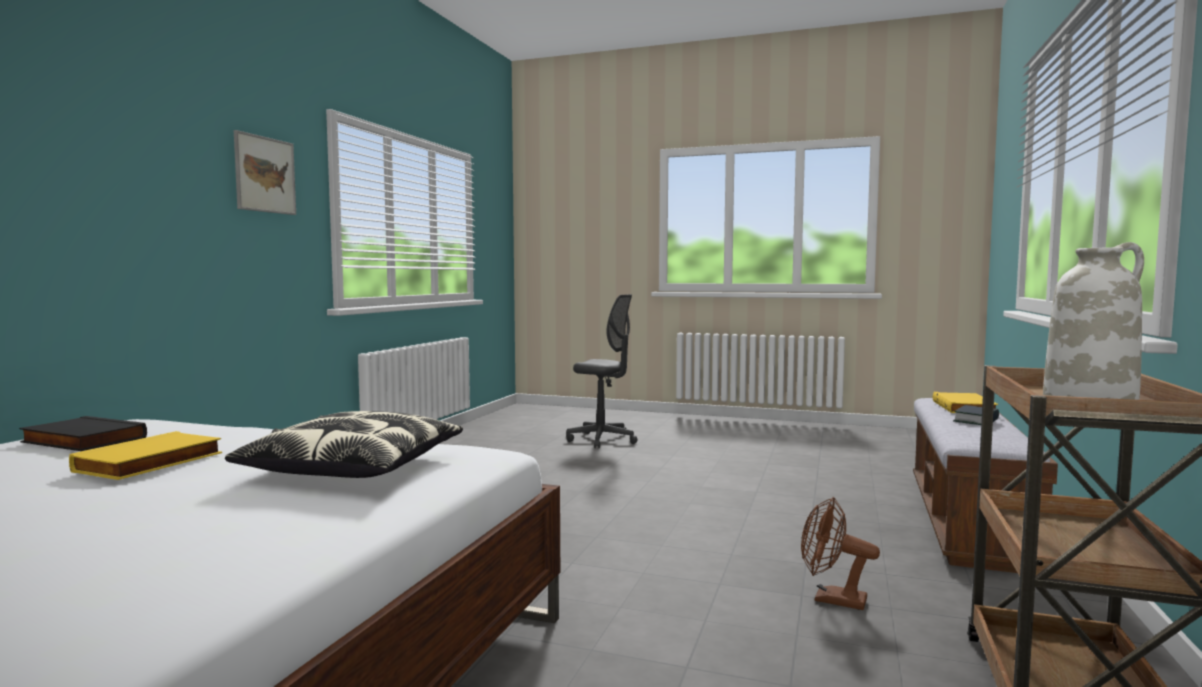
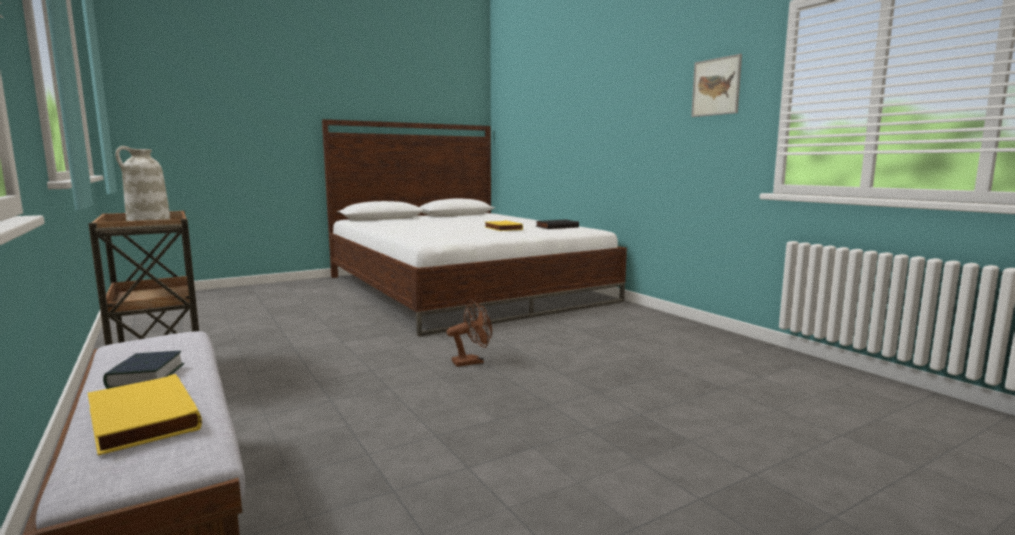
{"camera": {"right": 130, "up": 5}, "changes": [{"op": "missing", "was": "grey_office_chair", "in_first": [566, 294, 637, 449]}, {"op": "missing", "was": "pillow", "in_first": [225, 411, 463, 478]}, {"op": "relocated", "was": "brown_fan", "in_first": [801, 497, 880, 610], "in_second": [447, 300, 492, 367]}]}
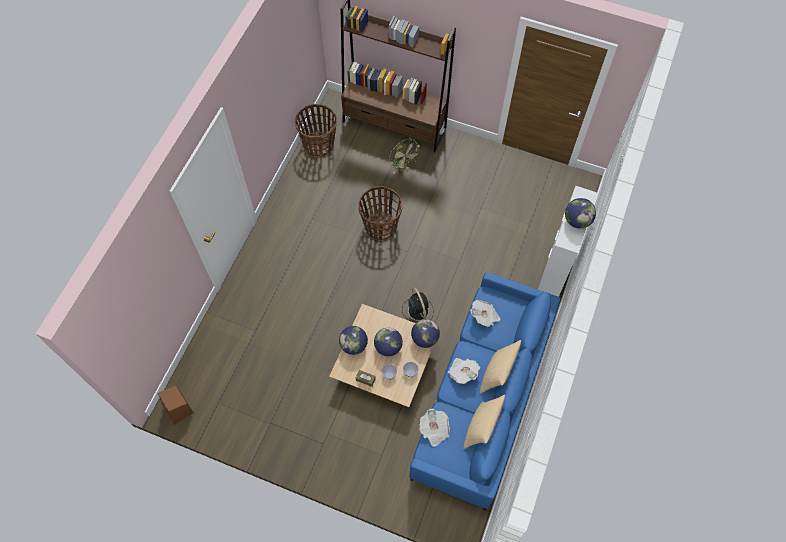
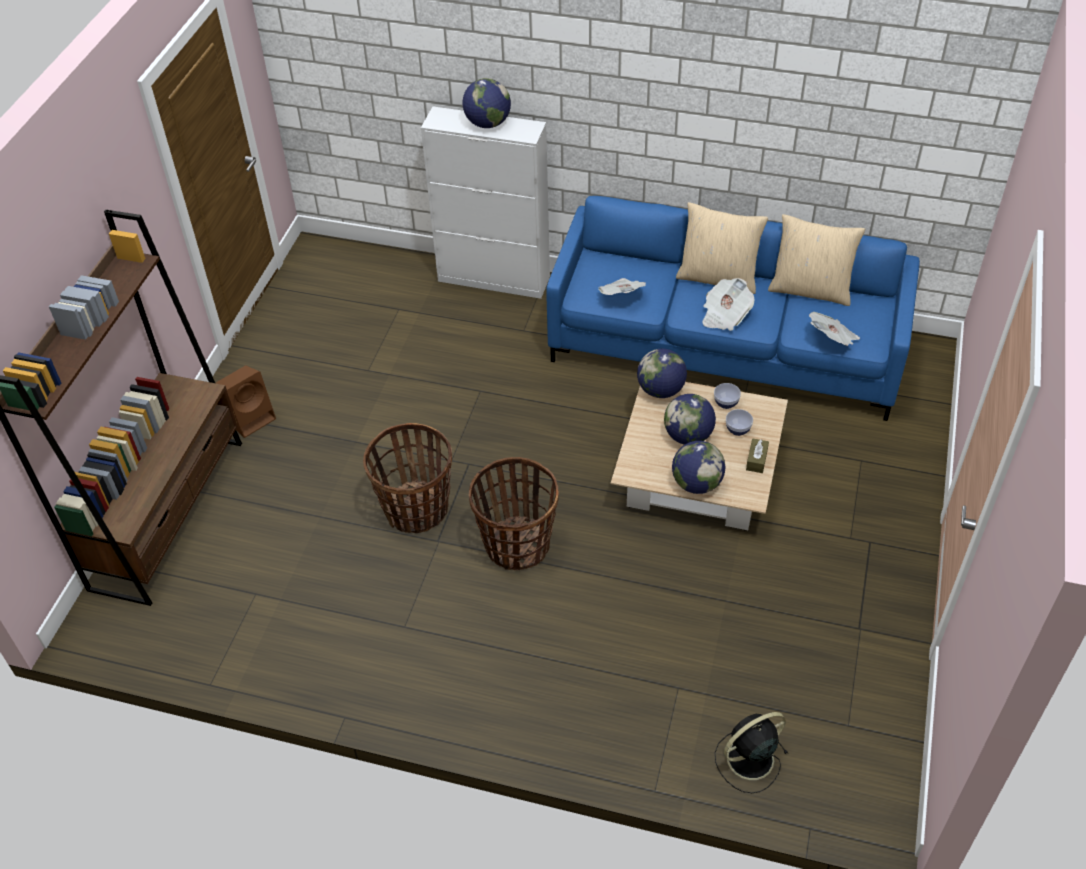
{"camera": {"right": -95, "up": -15}, "changes": [{"op": "relocated", "was": "basket", "in_first": [295, 104, 337, 156], "in_second": [469, 457, 559, 571]}, {"op": "missing", "was": "green_fan", "in_first": [389, 139, 419, 174]}, {"op": "relocated", "was": "black_fan", "in_first": [402, 288, 434, 322], "in_second": [715, 712, 788, 793]}, {"op": "relocated", "was": "brown_speaker", "in_first": [158, 386, 194, 425], "in_second": [216, 365, 276, 438]}]}
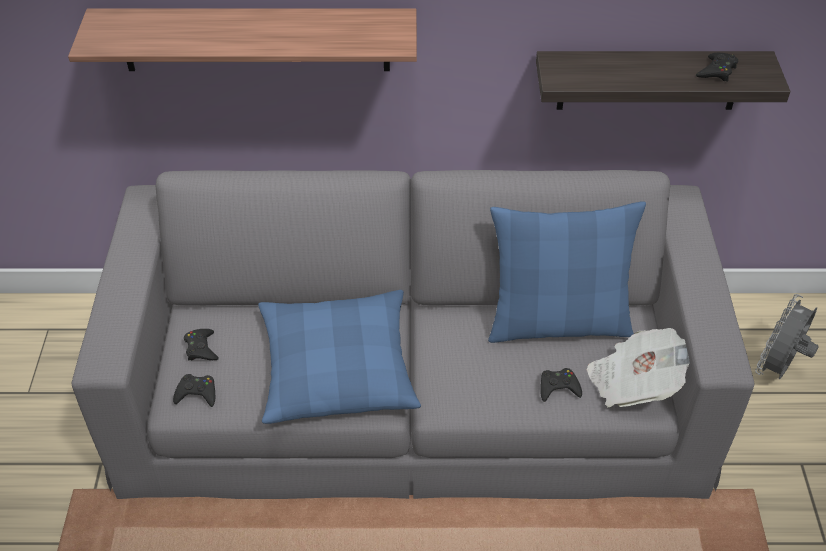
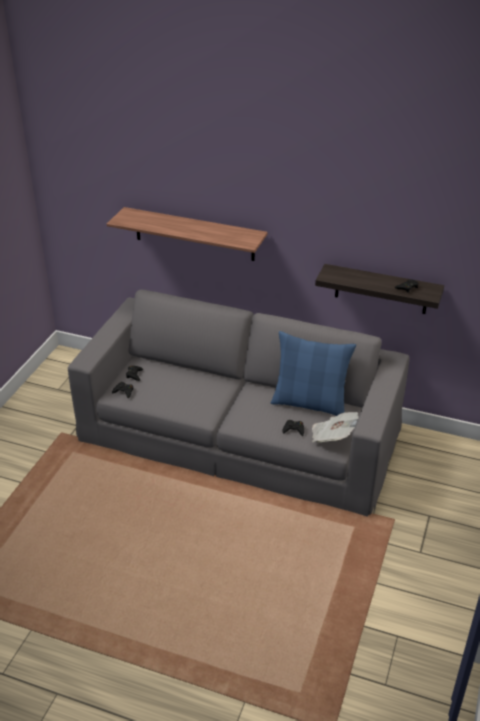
{"camera": {"right": 20, "up": -10}, "changes": [{"op": "missing", "was": "blue_pillow", "in_first": [258, 290, 421, 424]}, {"op": "missing", "was": "grey_fan", "in_first": [755, 294, 819, 379]}]}
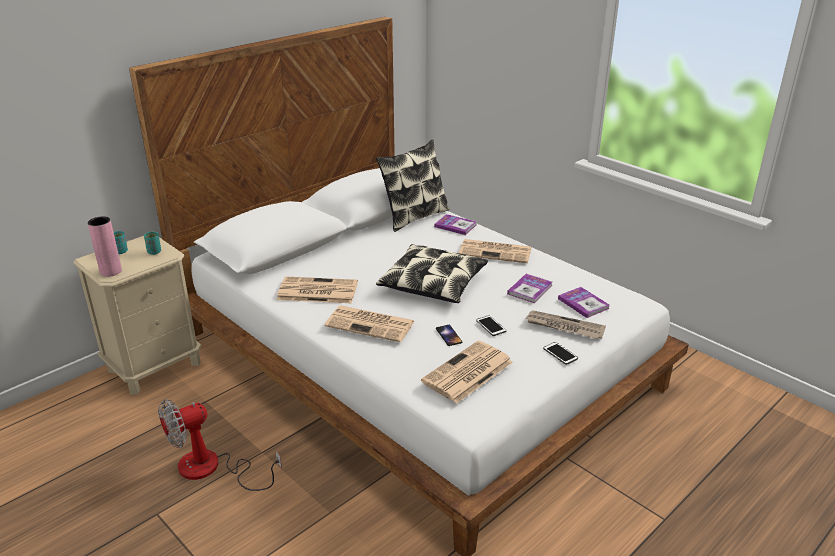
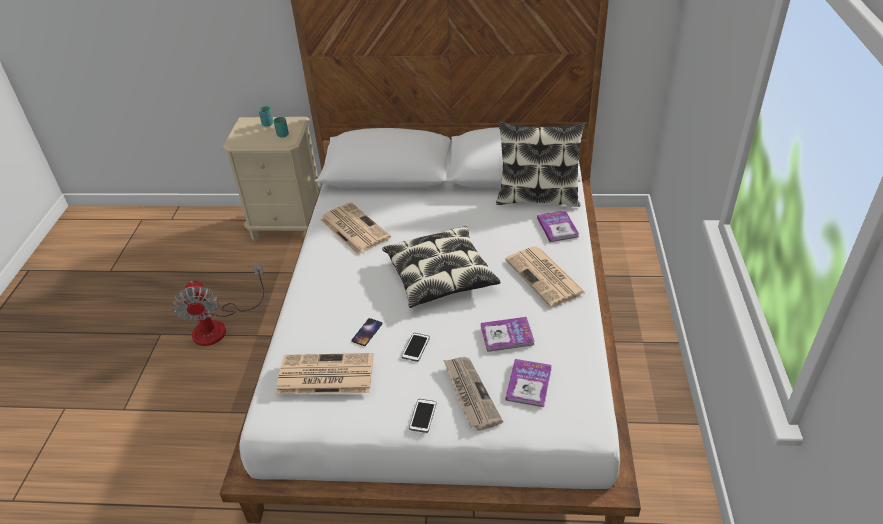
{"camera": {"right": 50, "up": 10}, "changes": [{"op": "missing", "was": "pink_vase", "in_first": [88, 216, 122, 277]}, {"op": "missing", "was": "newspaper", "in_first": [325, 306, 415, 342]}, {"op": "spun", "was": "fan", "in_first": [158, 399, 282, 491], "in_second": [172, 264, 264, 346], "clockwise": -120}]}
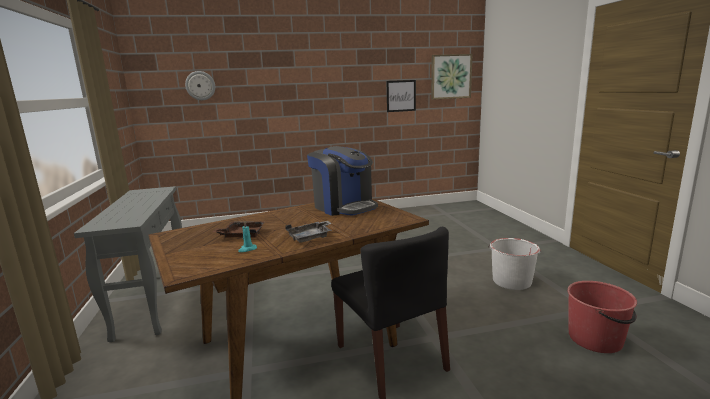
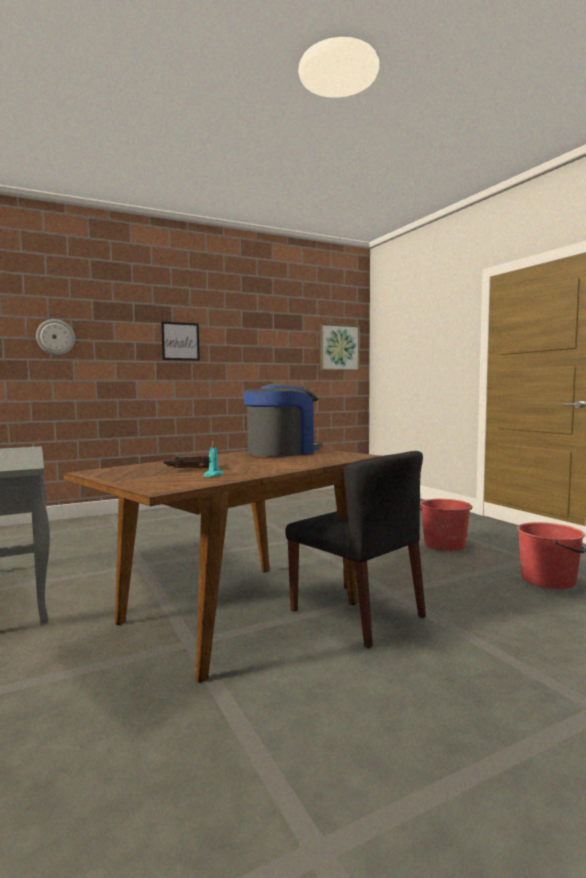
{"camera": {"right": -15, "up": -10}, "changes": [{"op": "relocated", "was": "picture", "in_first": [387, 80, 416, 112], "in_second": [161, 321, 200, 361]}, {"op": "spun", "was": "coffee_machine", "in_first": [307, 146, 378, 216], "in_second": [243, 384, 323, 457], "clockwise": -75}, {"op": "missing", "was": "grey_tray", "in_first": [286, 221, 332, 242]}, {"op": "colour", "was": "white_bucket", "now": "red_bucket", "in_first": [488, 238, 541, 290], "in_second": [420, 499, 473, 551]}]}
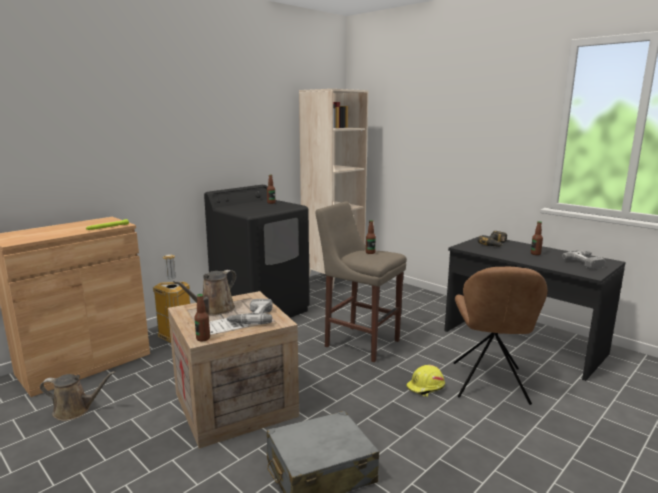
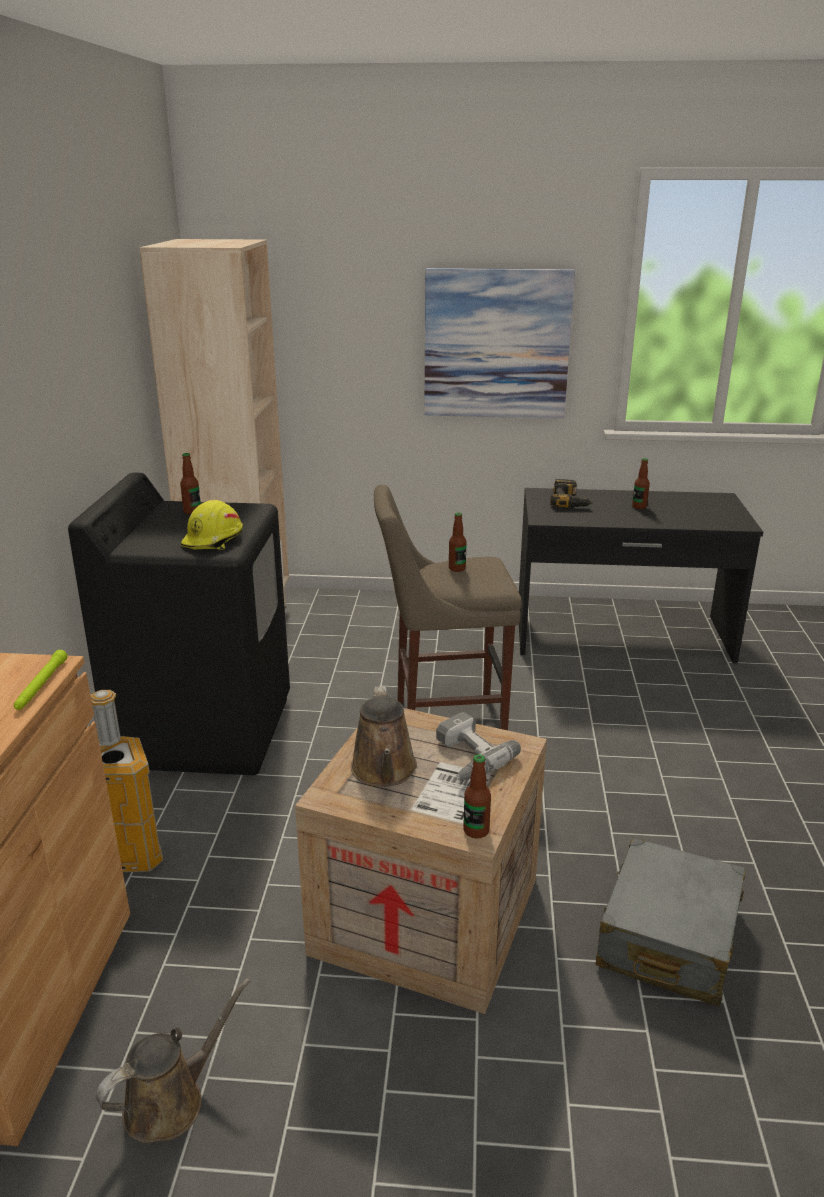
{"camera": {"right": -40, "up": 10}, "changes": [{"op": "missing", "was": "power_drill", "in_first": [562, 251, 605, 270]}, {"op": "missing", "was": "brown_chair", "in_first": [454, 267, 548, 405]}, {"op": "relocated", "was": "yellow_hard_hat", "in_first": [406, 365, 445, 397], "in_second": [181, 500, 243, 550]}, {"op": "appeared", "now": "picture", "in_second": [424, 268, 575, 418]}]}
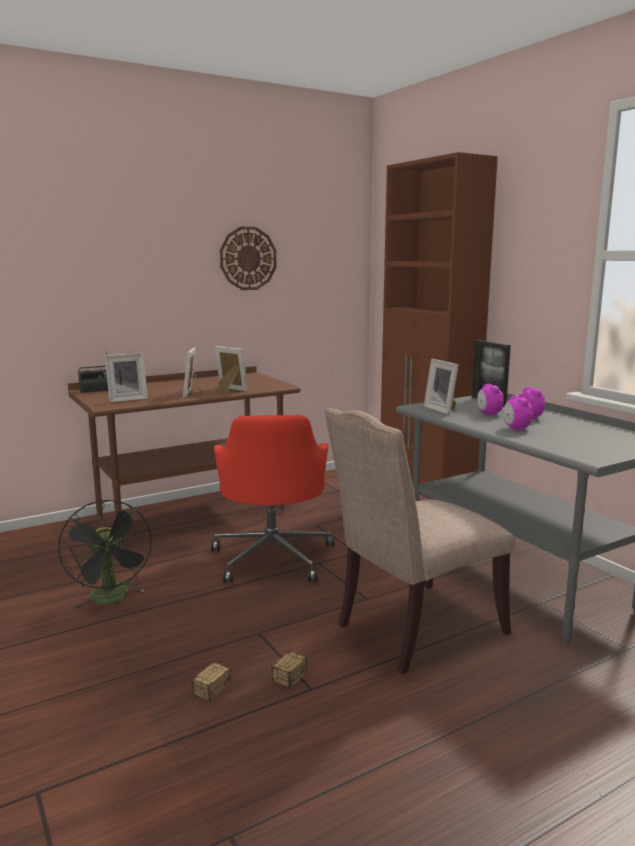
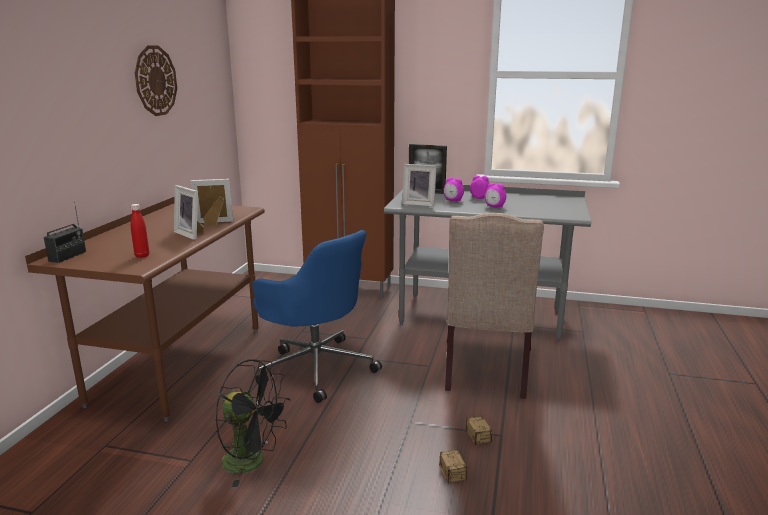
{"camera": {"right": -45, "up": 5}, "changes": [{"op": "exchanged", "was": "picture_frame", "now": "red_bottle", "in_first": [105, 353, 148, 402], "in_second": [131, 204, 149, 258]}, {"op": "colour", "was": "red_office_chair", "now": "blue_office_chair", "in_first": [211, 415, 334, 583], "in_second": [252, 230, 382, 403]}]}
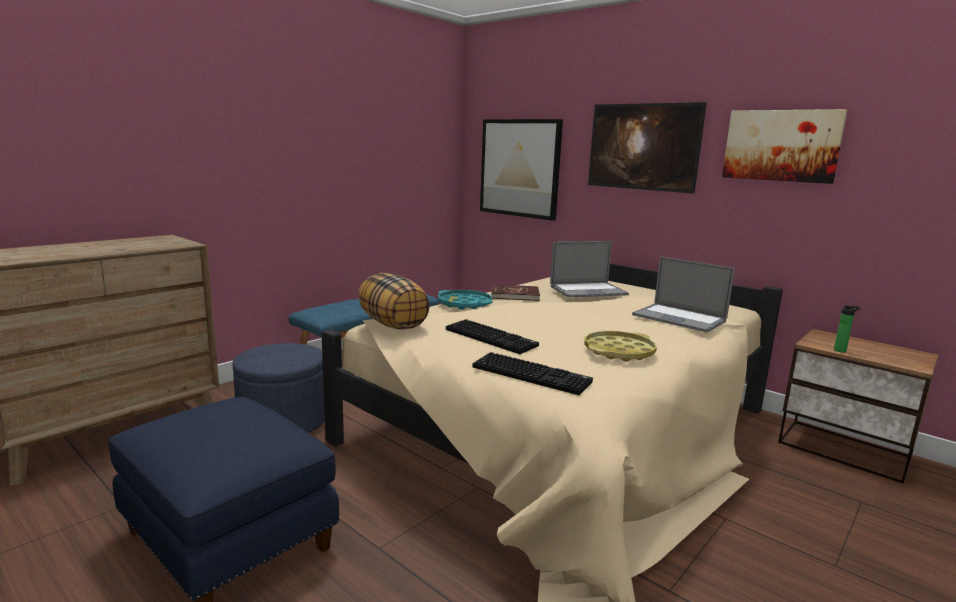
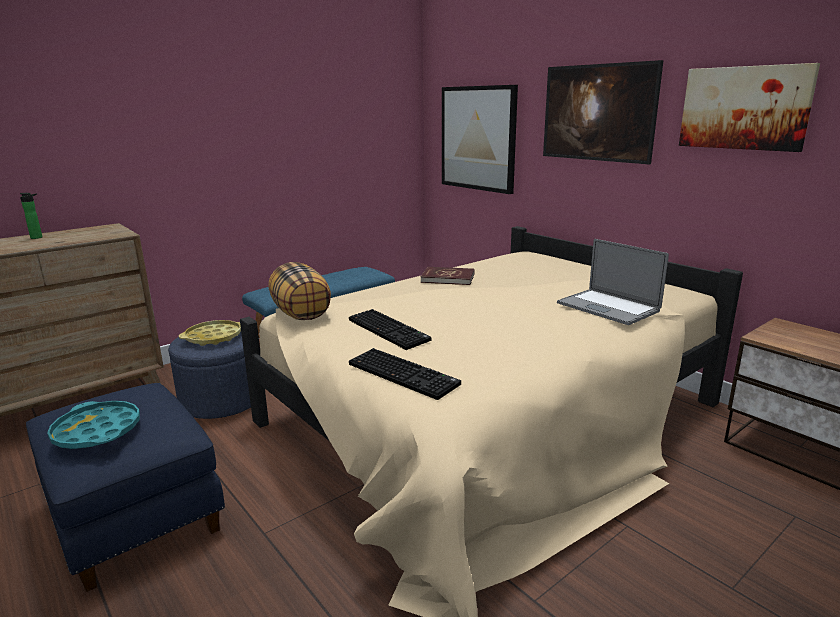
{"camera": {"right": 10, "up": 5}, "changes": [{"op": "missing", "was": "laptop", "in_first": [550, 241, 629, 298]}, {"op": "relocated", "was": "turquoise_tray", "in_first": [438, 290, 493, 310], "in_second": [47, 401, 140, 449]}, {"op": "relocated", "was": "bottle", "in_first": [834, 305, 860, 353], "in_second": [20, 193, 42, 239]}, {"op": "relocated", "was": "yellow_tray", "in_first": [584, 331, 657, 362], "in_second": [179, 320, 241, 346]}]}
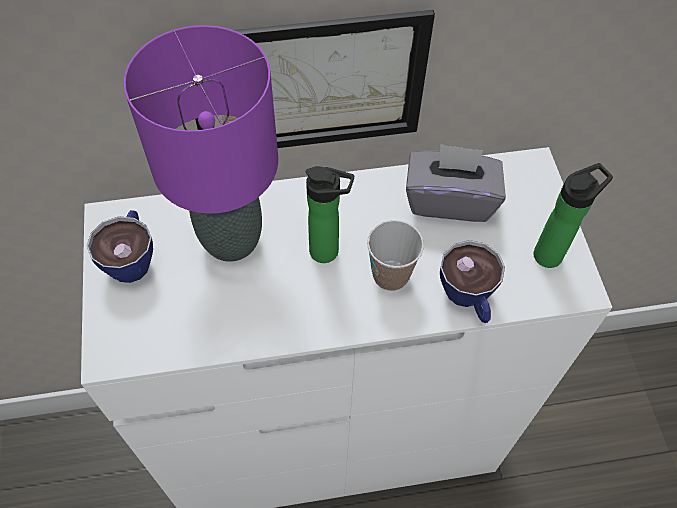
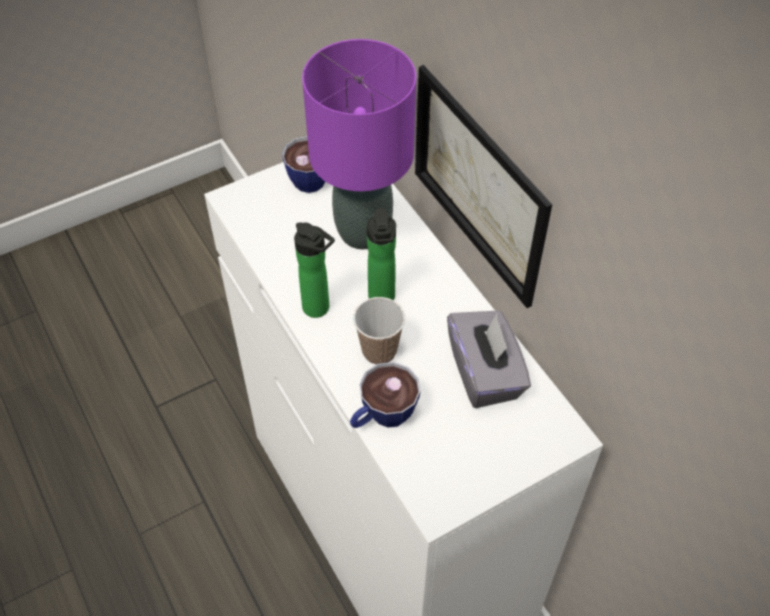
{"camera": {"right": 70, "up": -5}, "changes": [{"op": "relocated", "was": "bottle", "in_first": [534, 163, 613, 268], "in_second": [294, 222, 335, 318]}]}
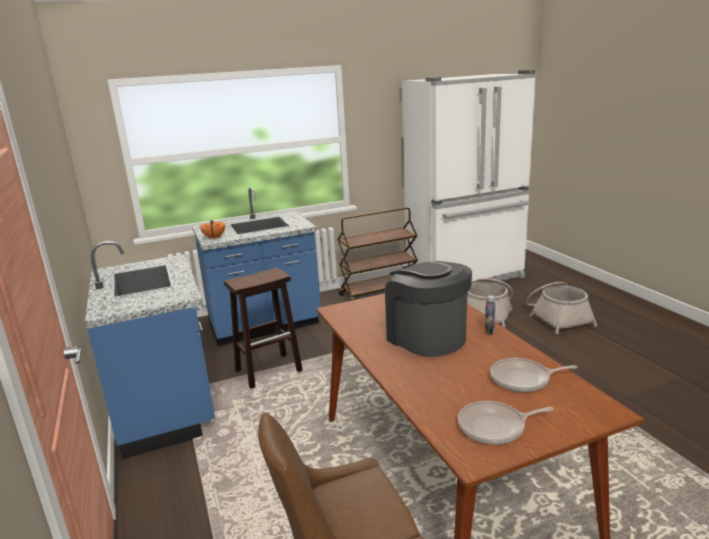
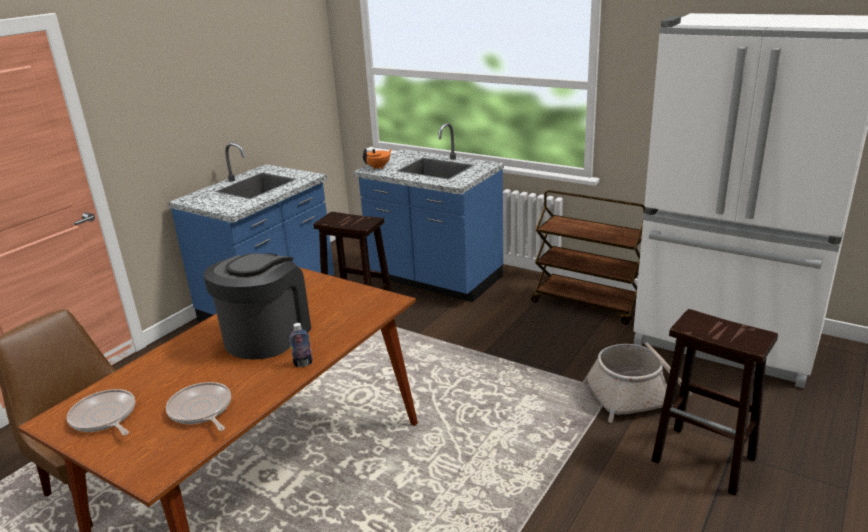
{"camera": {"right": 55, "up": 5}, "changes": [{"op": "exchanged", "was": "basket", "now": "brown_stool", "in_first": [526, 282, 597, 334], "in_second": [651, 309, 778, 496]}]}
